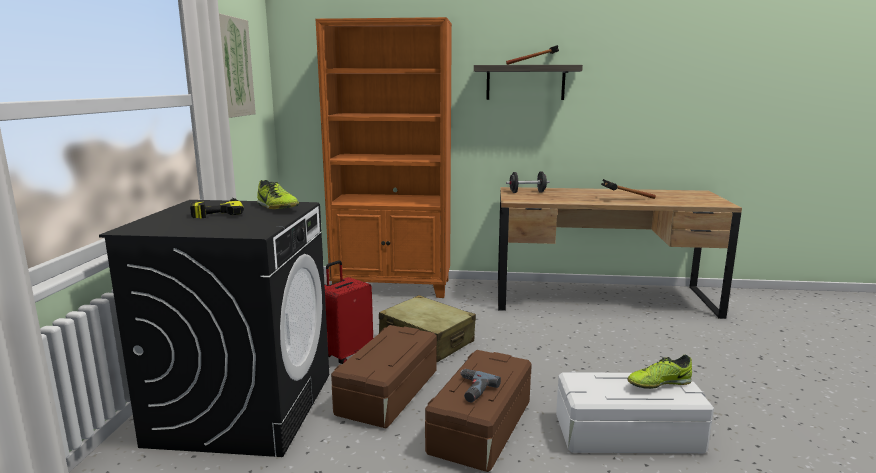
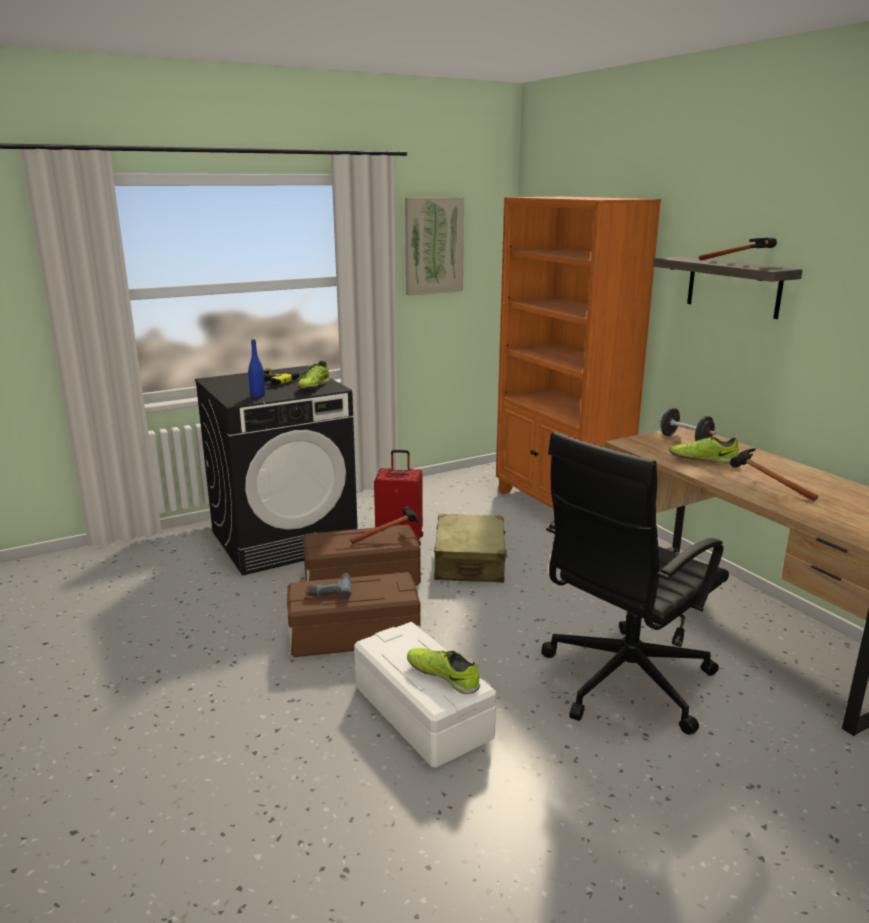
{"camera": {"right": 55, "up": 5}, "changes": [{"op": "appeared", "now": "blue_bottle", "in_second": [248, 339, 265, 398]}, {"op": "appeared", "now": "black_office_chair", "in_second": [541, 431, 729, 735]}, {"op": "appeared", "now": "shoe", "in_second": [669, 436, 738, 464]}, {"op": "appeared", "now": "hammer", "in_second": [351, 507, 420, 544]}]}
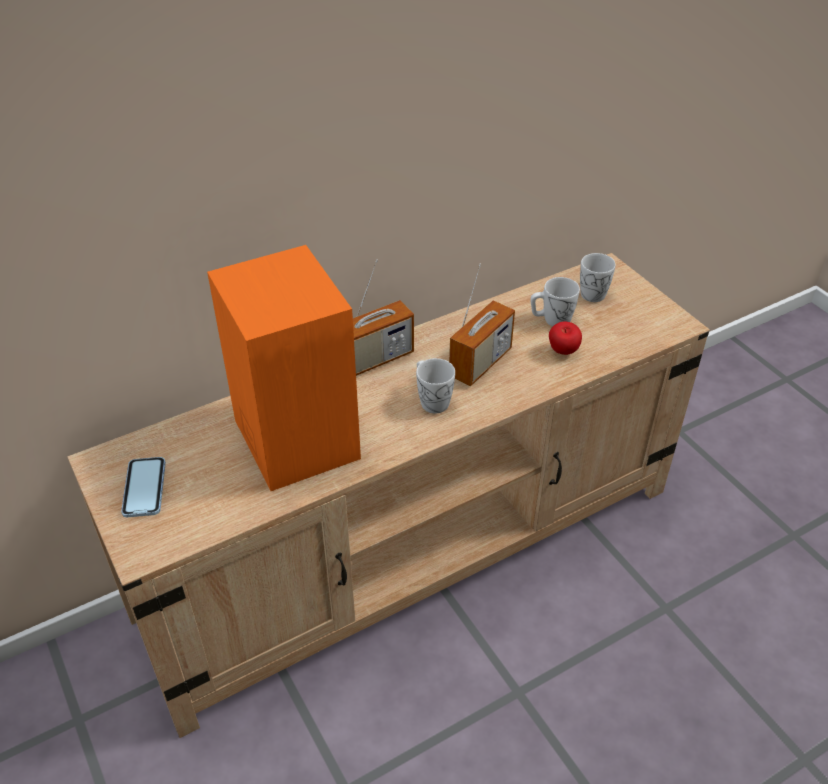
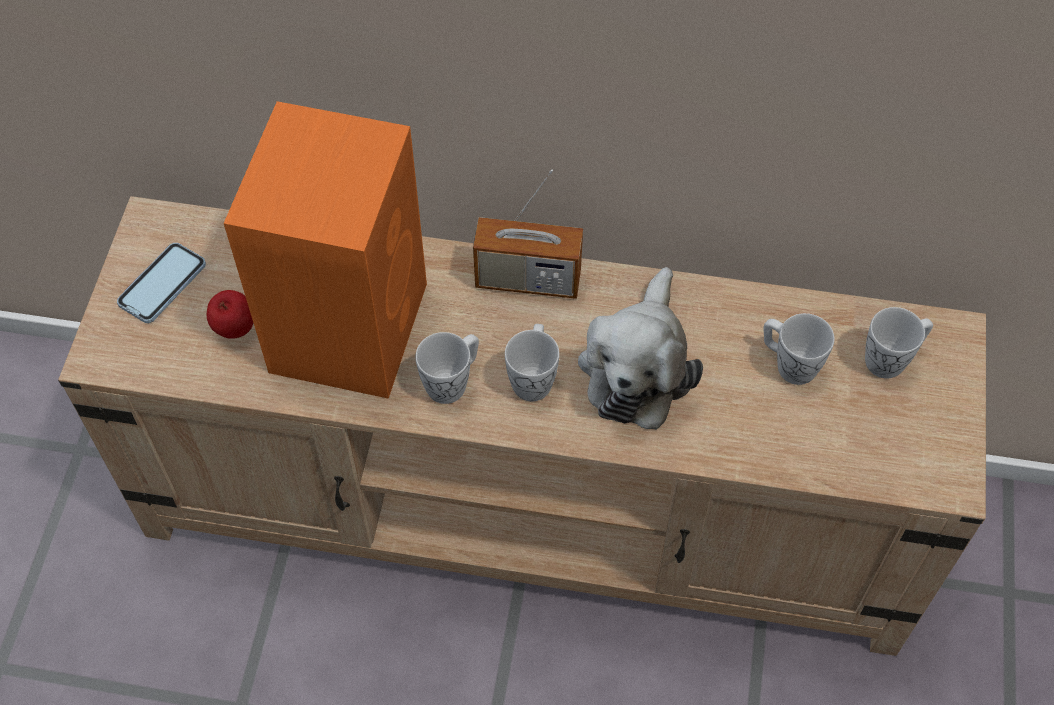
{"camera": {"right": 40, "up": 15}, "changes": [{"op": "exchanged", "was": "radio", "now": "plush_toy", "in_first": [449, 263, 515, 386], "in_second": [578, 267, 703, 430]}, {"op": "relocated", "was": "apple", "in_first": [549, 322, 582, 355], "in_second": [207, 290, 254, 339]}, {"op": "appeared", "now": "white_mug", "in_second": [415, 332, 479, 404]}]}
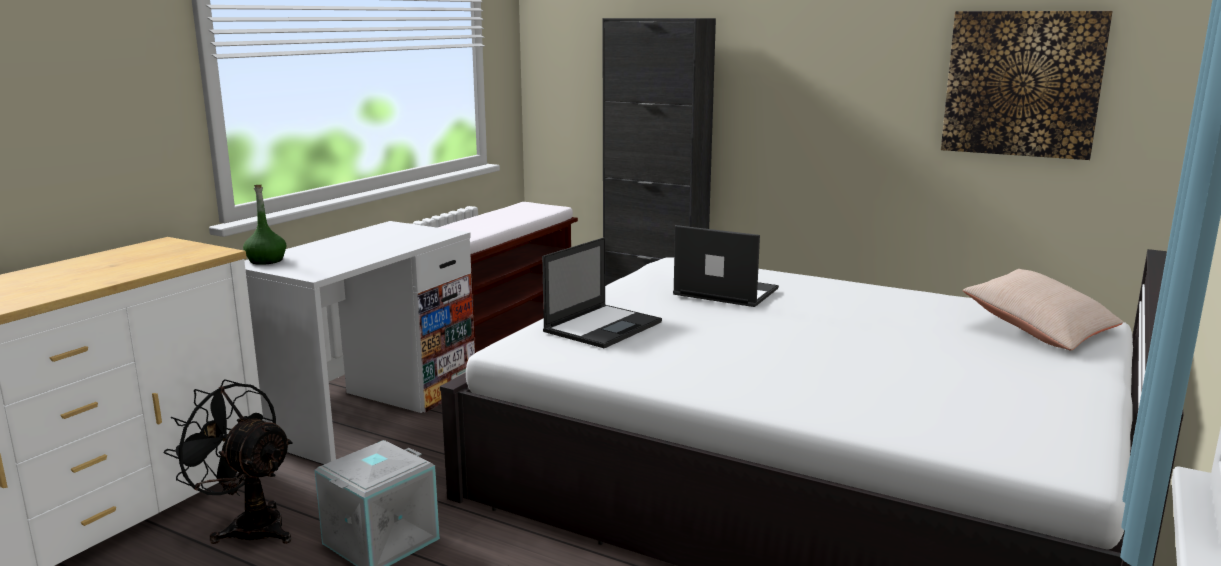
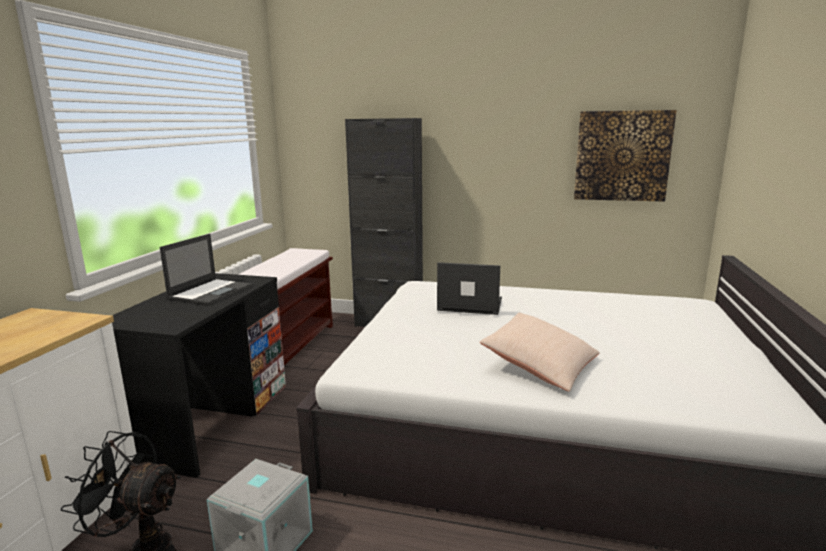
{"camera": {"right": -15, "up": 0}, "changes": [{"op": "missing", "was": "green_bottle", "in_first": [243, 185, 286, 265]}, {"op": "colour", "was": "white_desk", "now": "black_desk", "in_first": [244, 221, 475, 464], "in_second": [112, 273, 286, 478]}, {"op": "relocated", "was": "laptop", "in_first": [542, 237, 662, 348], "in_second": [160, 234, 253, 306]}, {"op": "relocated", "was": "beige_pillow", "in_first": [963, 269, 1123, 351], "in_second": [479, 313, 600, 391]}]}
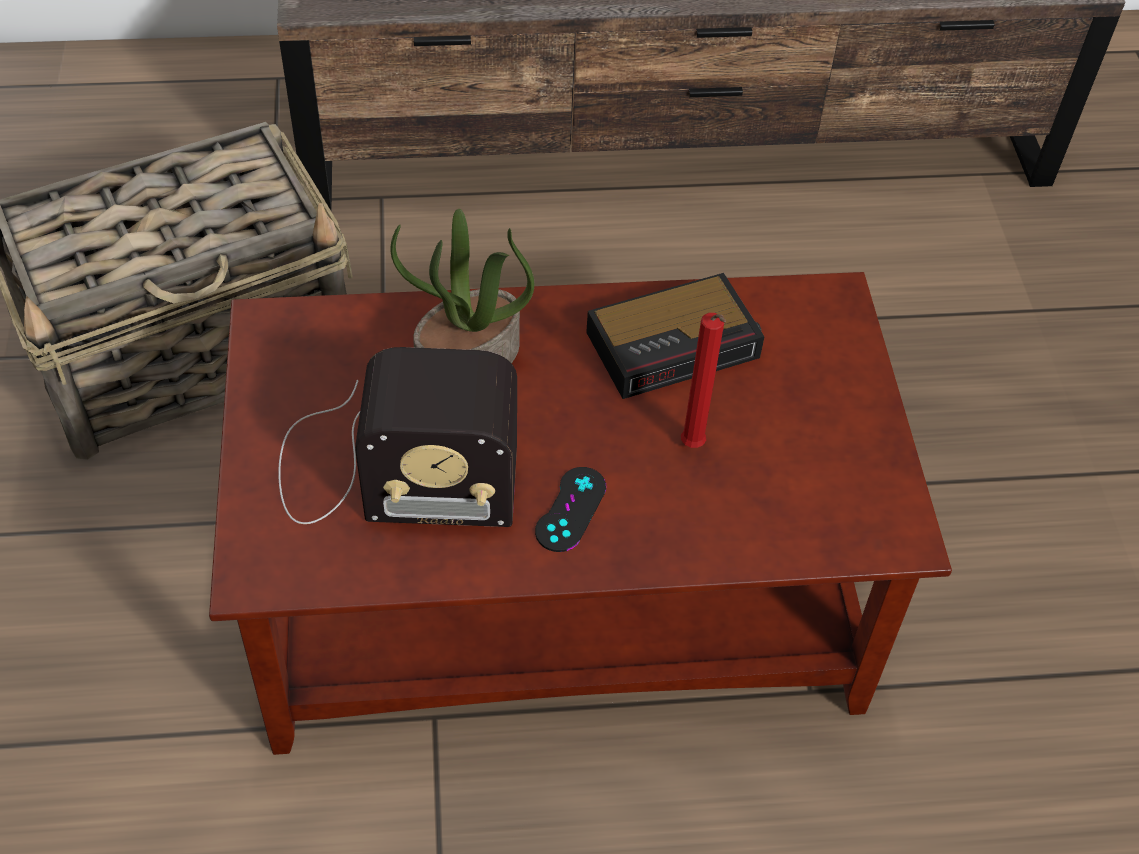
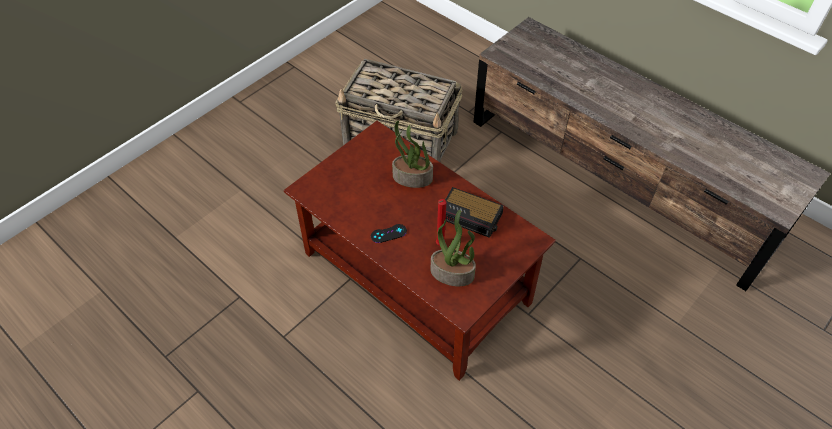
{"camera": {"right": 50, "up": 0}, "changes": [{"op": "missing", "was": "radio", "in_first": [278, 347, 517, 527]}, {"op": "appeared", "now": "potted_plant", "in_second": [431, 209, 476, 286]}]}
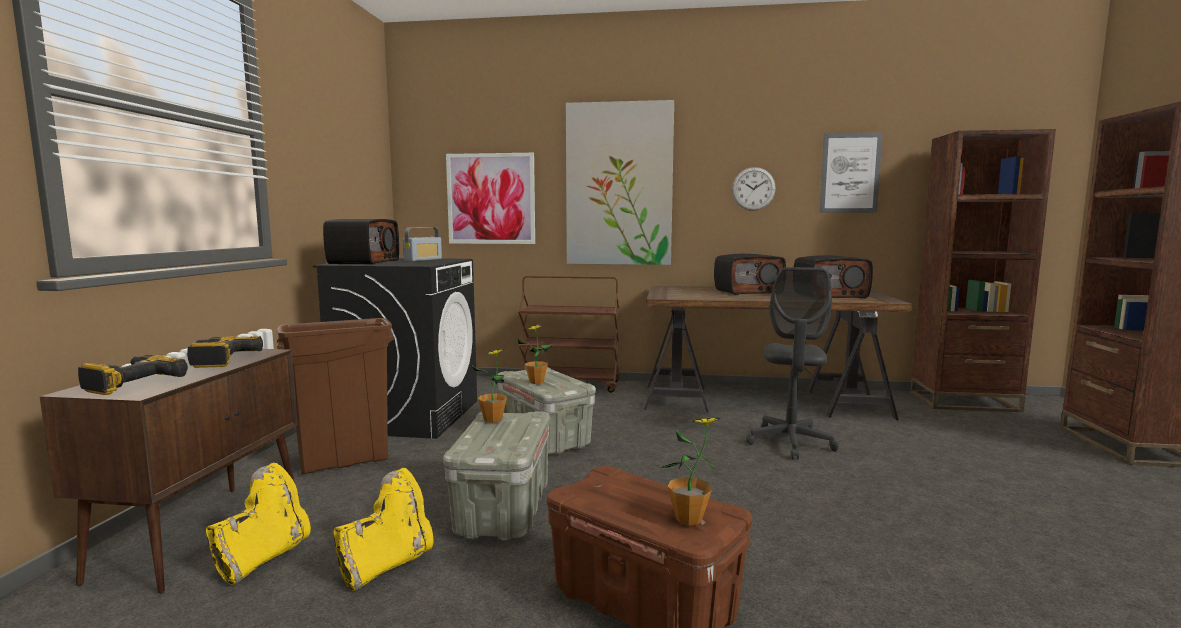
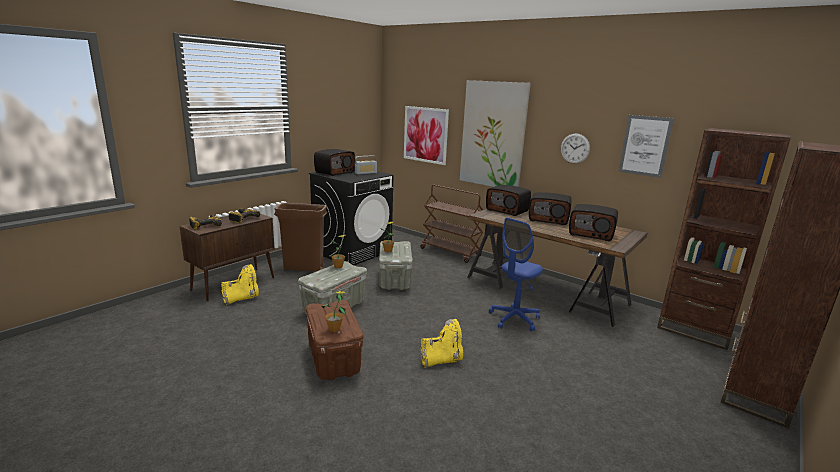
{"camera": {"right": 30, "up": 10}, "changes": [{"op": "colour", "was": "grey_office_chair", "now": "blue_office_chair", "in_first": [746, 267, 839, 460], "in_second": [489, 217, 543, 331]}, {"op": "relocated", "was": "yellow_boot", "in_first": [334, 468, 434, 591], "in_second": [421, 319, 463, 368]}, {"op": "appeared", "now": "radio", "in_second": [486, 185, 531, 216]}]}
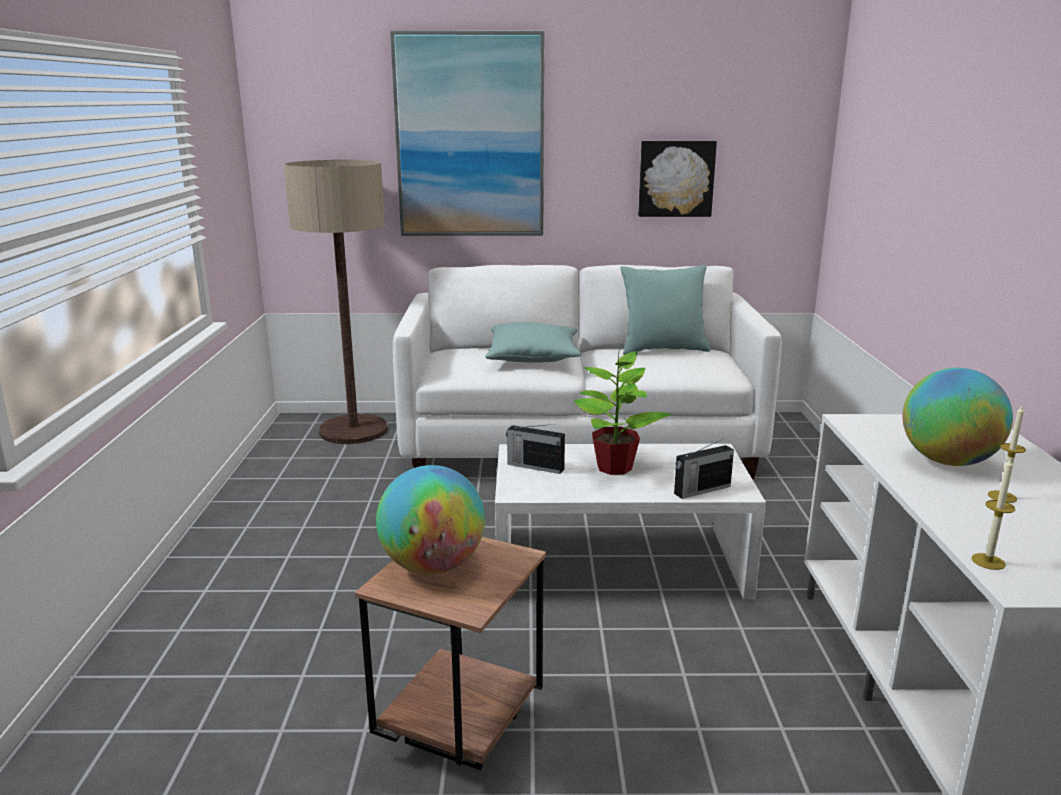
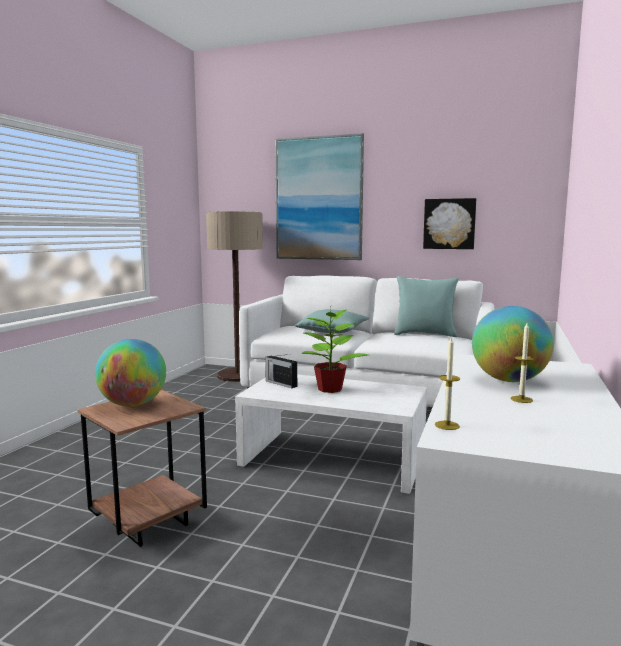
{"camera": {"right": 20, "up": -10}, "changes": [{"op": "missing", "was": "radio", "in_first": [674, 438, 734, 499]}]}
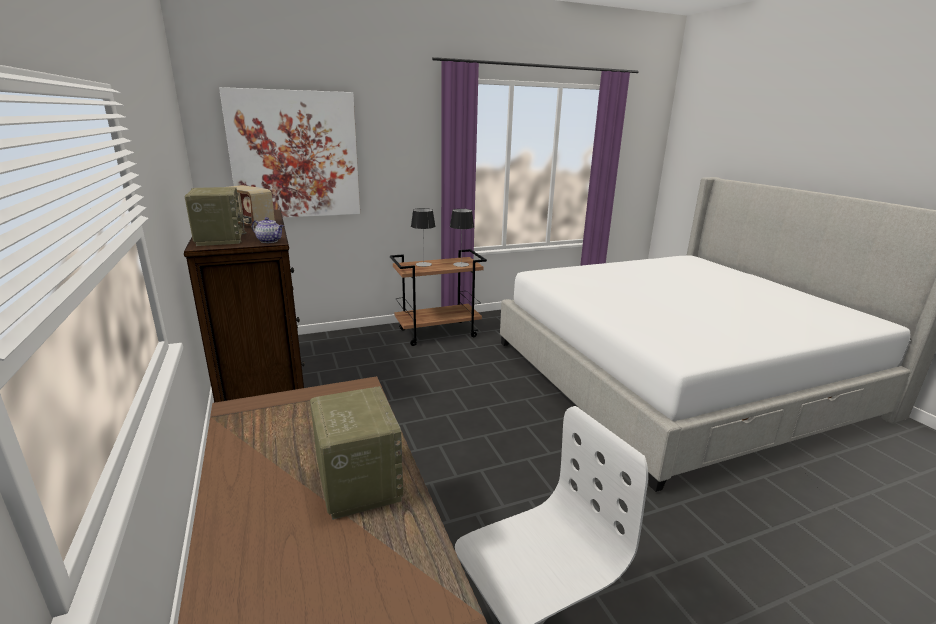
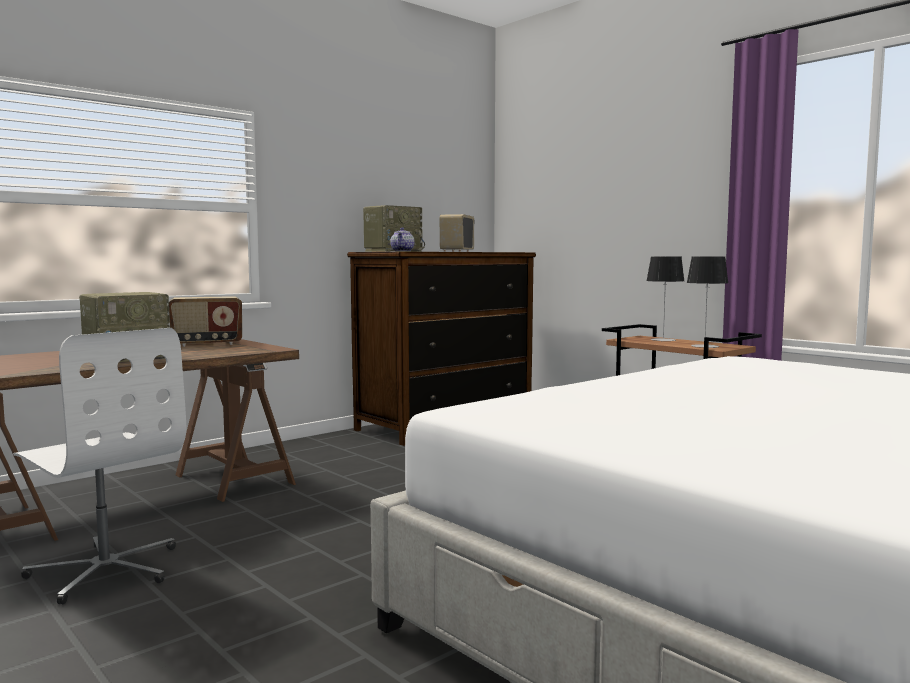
{"camera": {"right": 70, "up": -15}, "changes": [{"op": "missing", "was": "picture", "in_first": [219, 87, 360, 218]}, {"op": "appeared", "now": "radio", "in_second": [169, 296, 242, 347]}]}
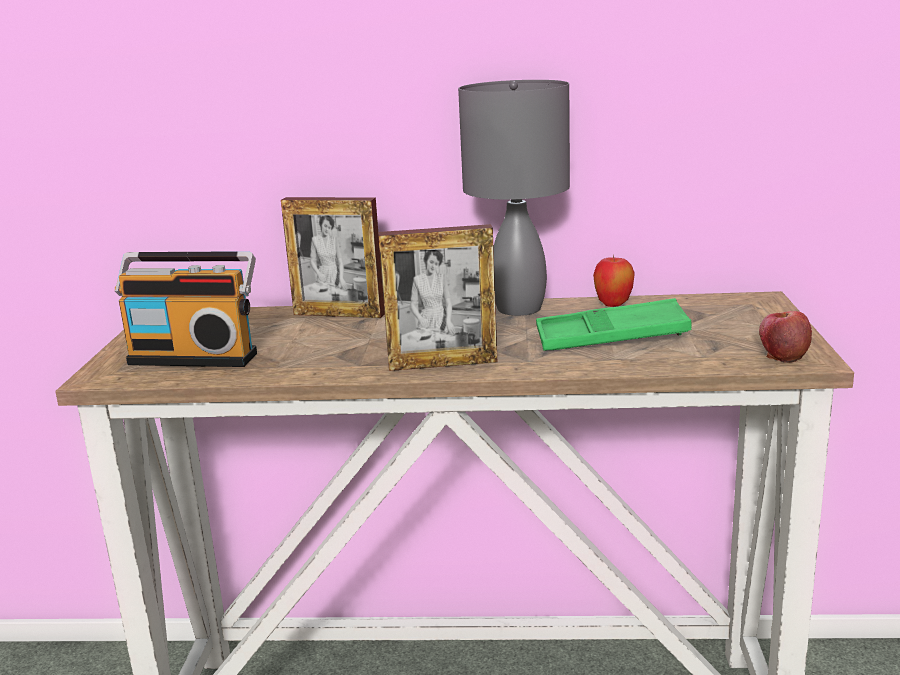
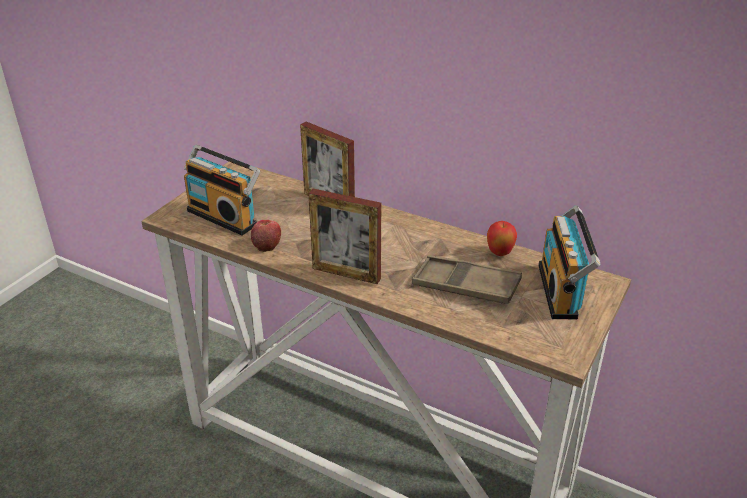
{"camera": {"right": 25, "up": 15}, "changes": [{"op": "missing", "was": "grey_table_lamp", "in_first": [458, 80, 570, 316]}, {"op": "colour", "was": "green_tray", "now": "brown_tray", "in_first": [536, 298, 692, 351], "in_second": [412, 255, 522, 304]}, {"op": "relocated", "was": "apple", "in_first": [759, 311, 812, 363], "in_second": [251, 220, 281, 252]}, {"op": "appeared", "now": "radio", "in_second": [538, 205, 600, 320]}]}
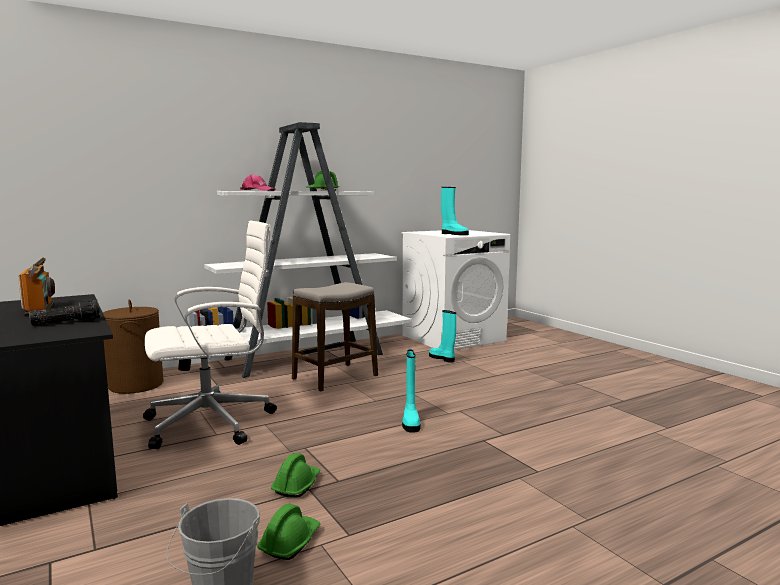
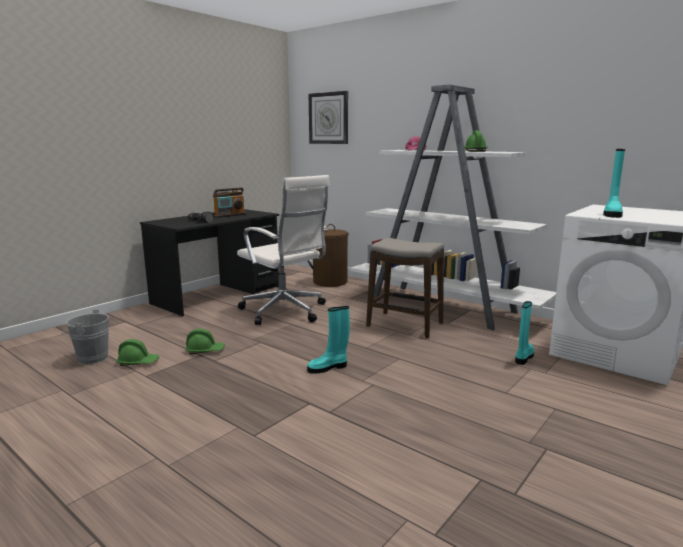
{"camera": {"right": 70, "up": 5}, "changes": [{"op": "appeared", "now": "wall_clock", "in_second": [309, 91, 348, 144]}]}
